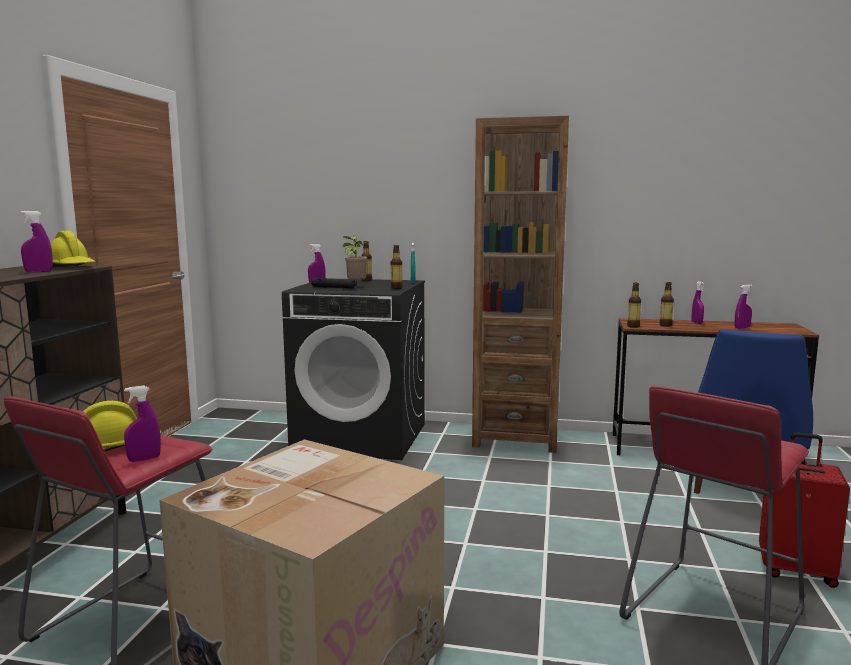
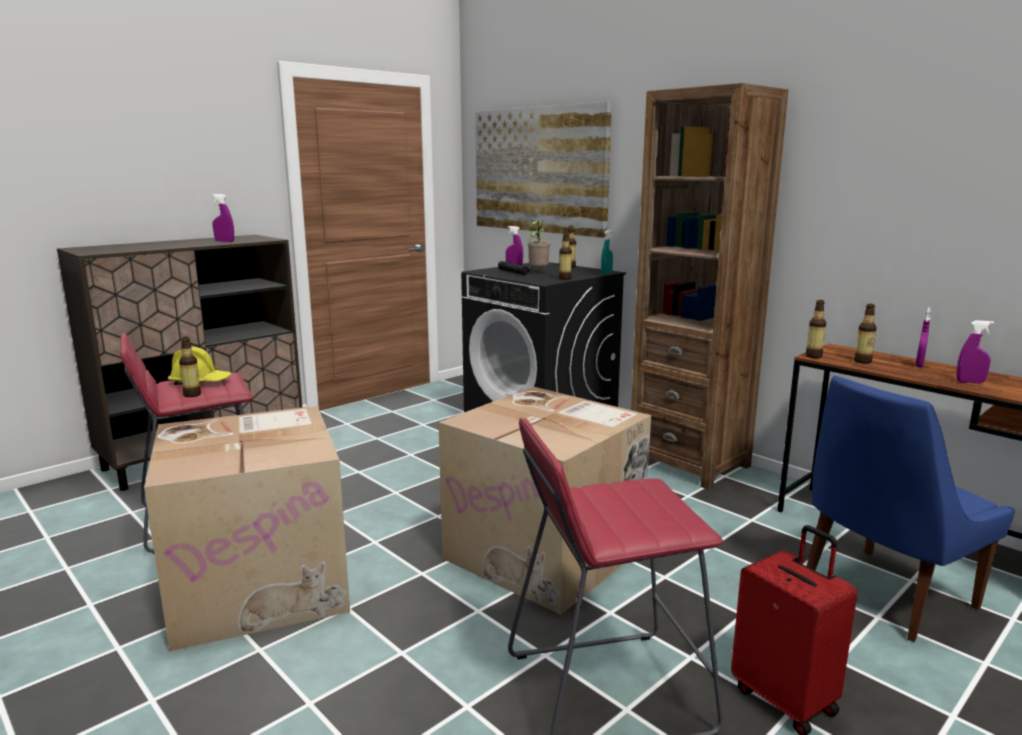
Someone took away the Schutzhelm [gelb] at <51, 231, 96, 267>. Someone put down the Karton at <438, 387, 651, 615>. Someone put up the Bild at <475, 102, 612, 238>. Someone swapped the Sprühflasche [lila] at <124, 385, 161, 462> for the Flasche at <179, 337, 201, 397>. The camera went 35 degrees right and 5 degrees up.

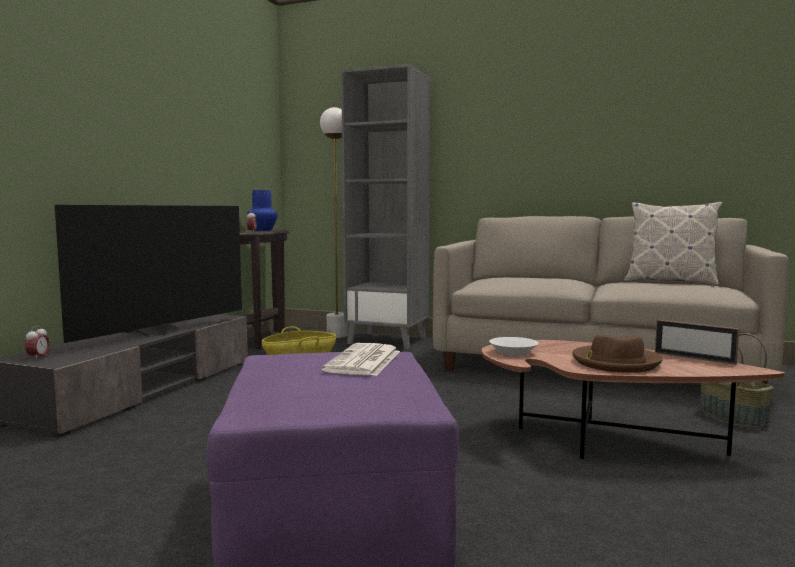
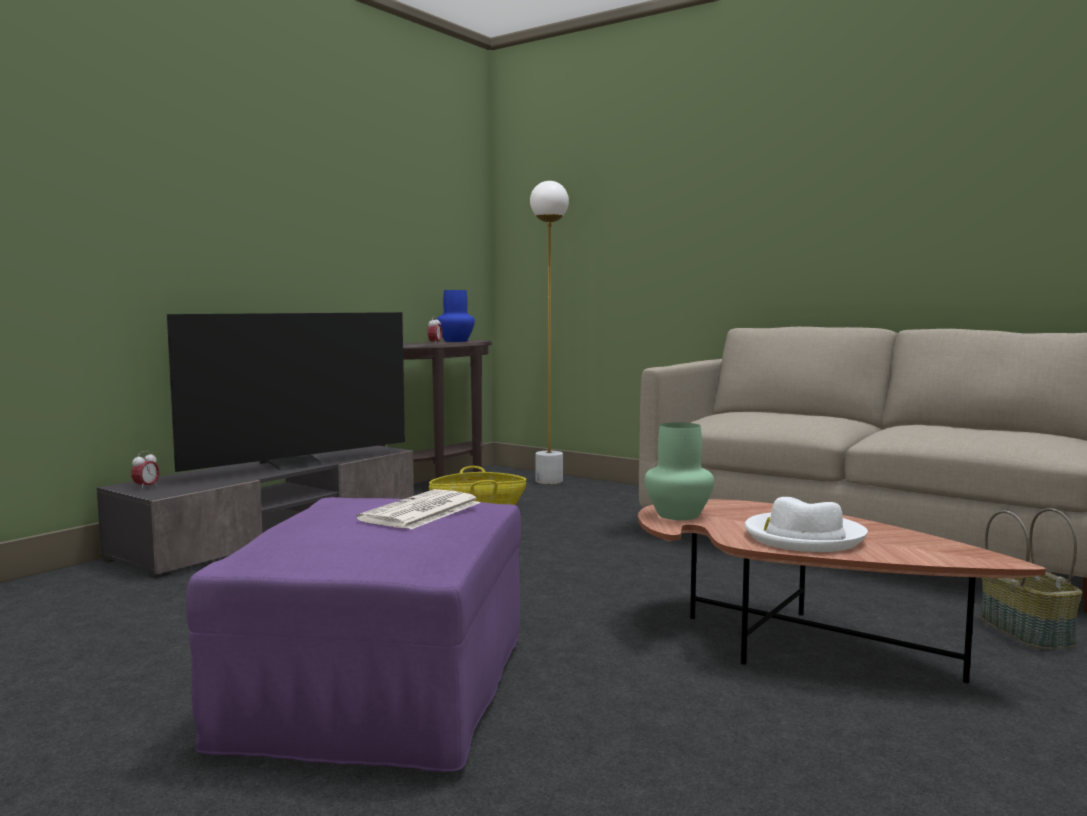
Someone took away the Bücherregal [grau] at <341, 64, 430, 349>. Someone took away the Kissen at <624, 202, 723, 286>. Someone took away the Bilderrahmen at <655, 319, 739, 365>. Someone swapped the Schüssel [weiß] at <489, 337, 538, 356> for the Vase [grün] at <645, 422, 714, 520>. Someone repainted the Hut [braun] at <573, 334, 663, 373>, which became the Hut [weiß] at <745, 497, 868, 552>. The camera went 15 degrees right and 0 degrees up.

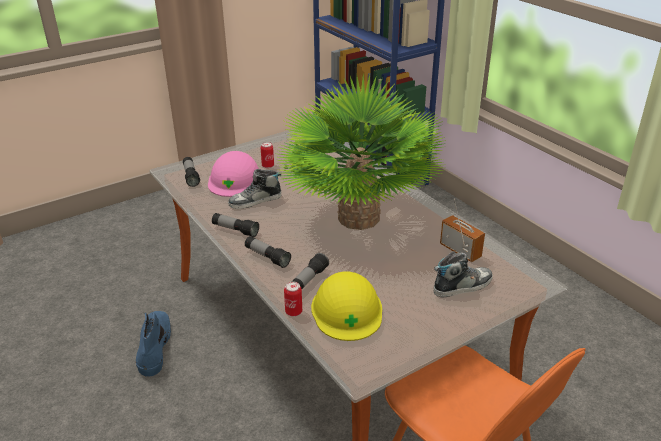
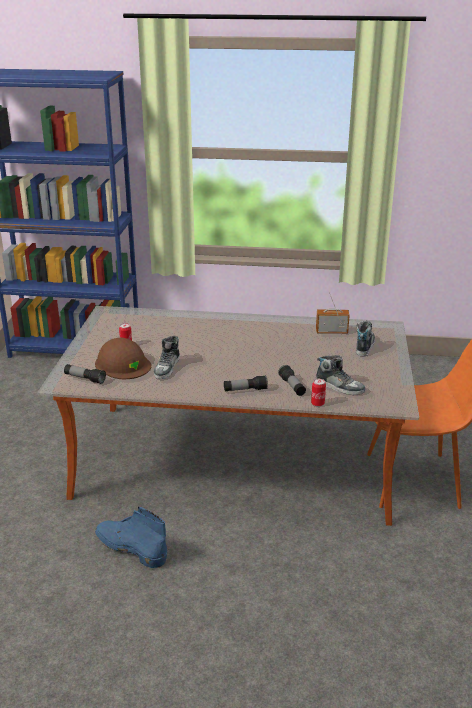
Someone took away the Taschenlampe at <212, 213, 259, 237>. Someone took away the Topfpflanze at <278, 73, 447, 230>. Someone swapped the Schutzhelm [gelb] at <311, 271, 382, 341> for the Schuh at <316, 355, 365, 395>. Someone repainted the Schutzhelm [rosa] at <208, 151, 259, 197>, which became the Schutzhelm [braun] at <95, 338, 151, 379>. The camera went 50 degrees left and 5 degrees down.

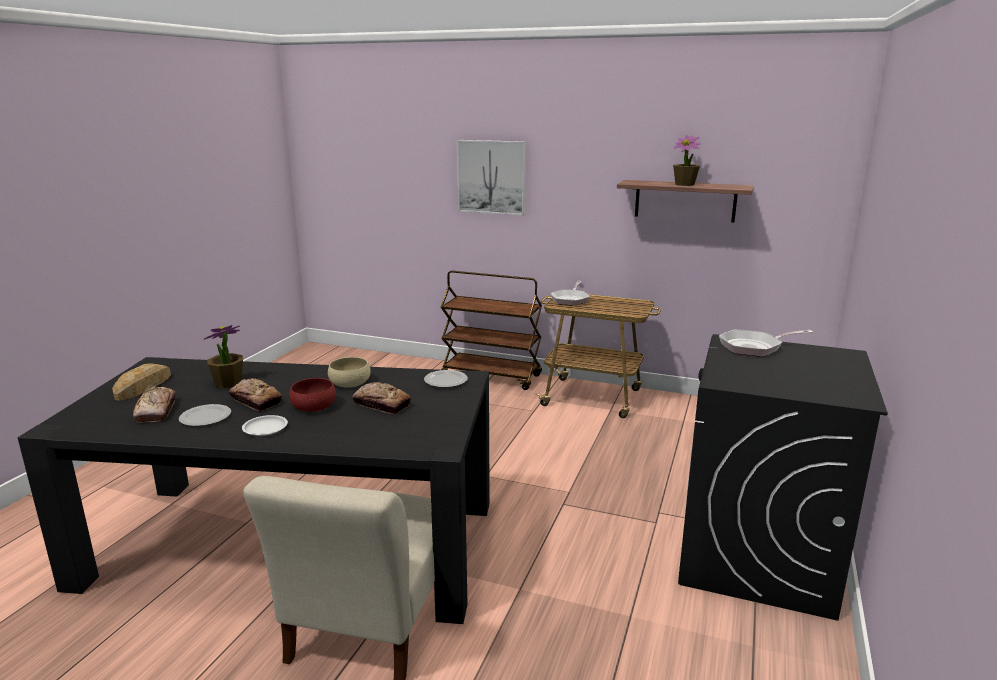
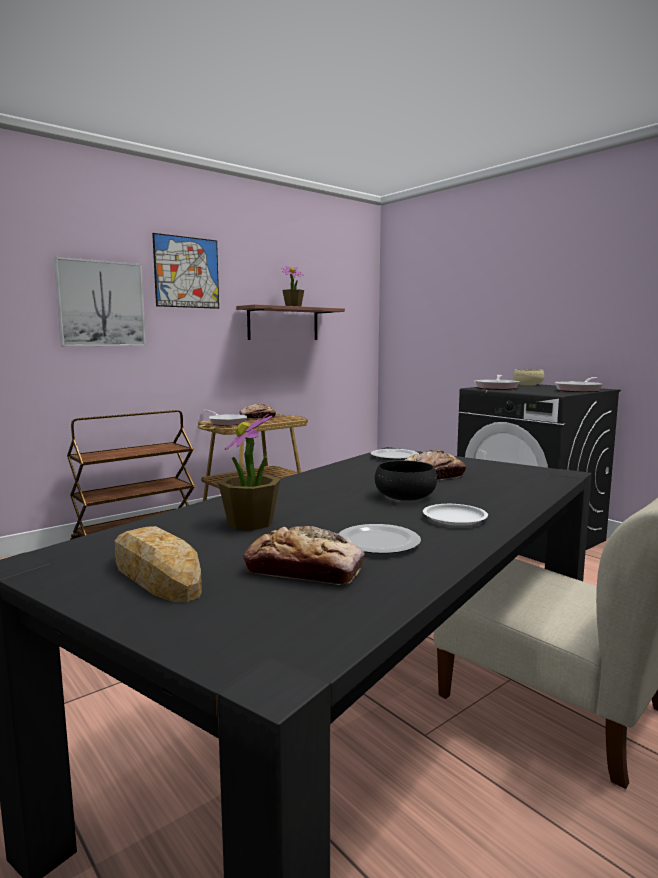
Someone put up the Bild at <152, 233, 219, 309>. Someone put down the Pfanne at <555, 377, 603, 392>. Someone carried the Brot from <229, 379, 282, 411> to <239, 404, 276, 419>. Someone carried the Schüssel [beige] from <328, 357, 371, 388> to <513, 369, 544, 385>. Someone repainted the Schüssel [rot] at <289, 378, 336, 412>, which became the Schüssel [schwarz] at <375, 460, 437, 501>. The camera went 60 degrees left and 10 degrees down.

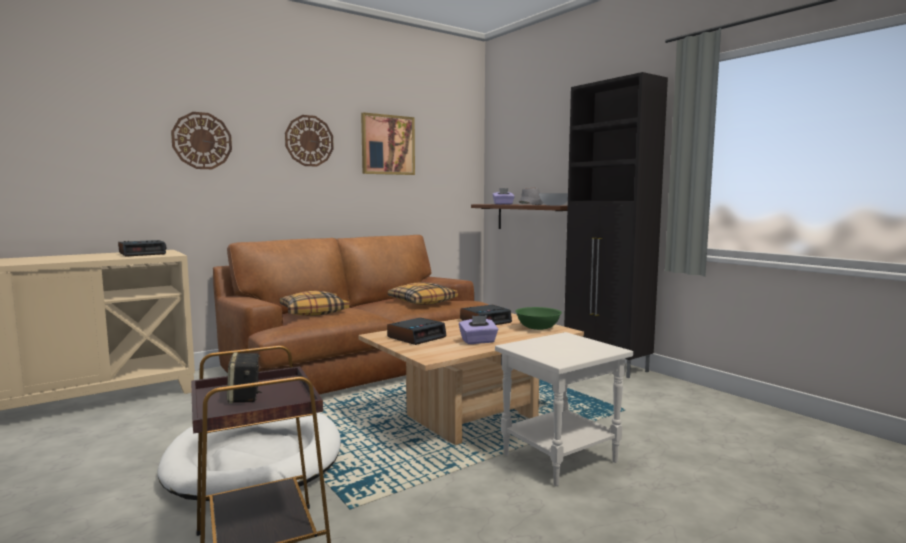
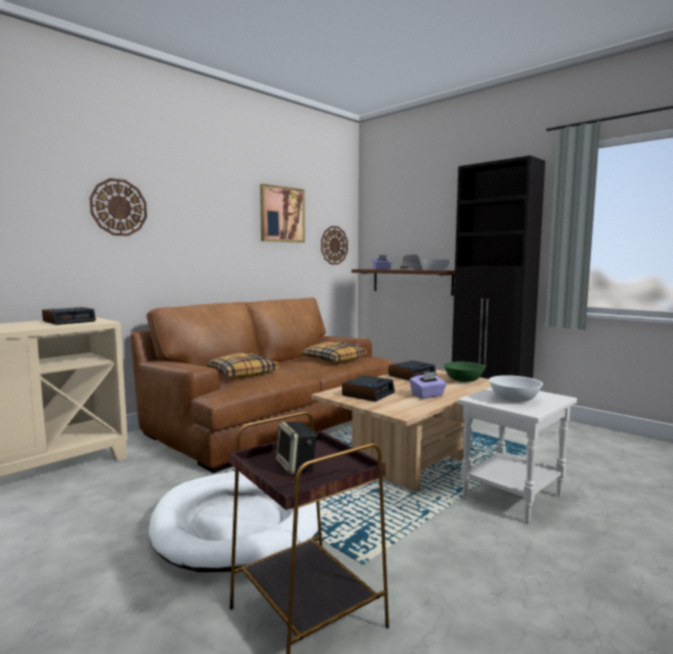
Someone put down the Schüssel [weiß] at <489, 375, 543, 402>. Someone carried the Wanduhr from <285, 115, 334, 167> to <321, 226, 348, 265>. The camera went 10 degrees left and 0 degrees up.

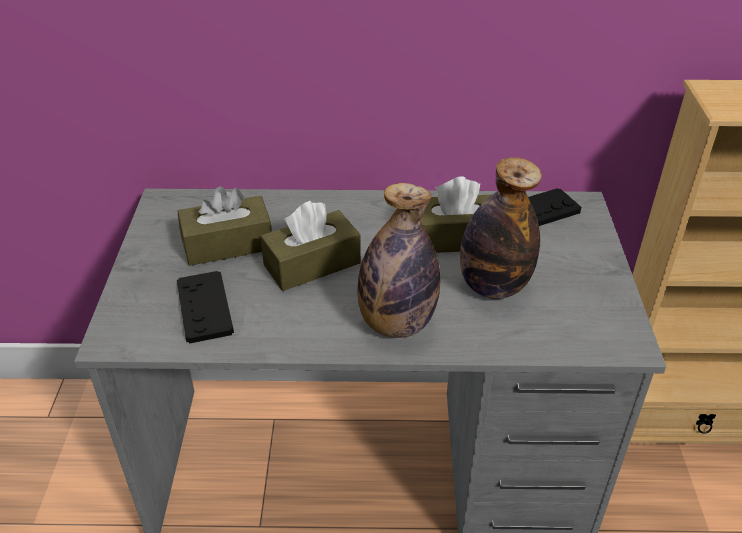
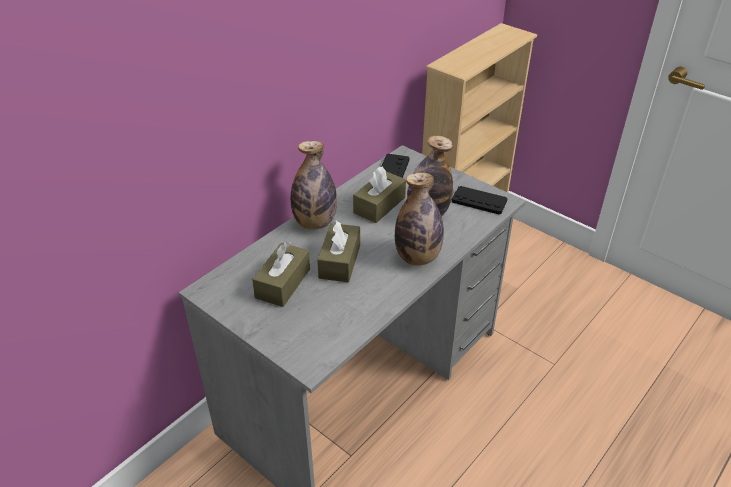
Someone put down the Flasche at <291, 141, 337, 230>. Someone carried the Gamepad [schwarz] from <177, 271, 234, 344> to <451, 186, 508, 214>. The camera went 50 degrees left and 0 degrees up.

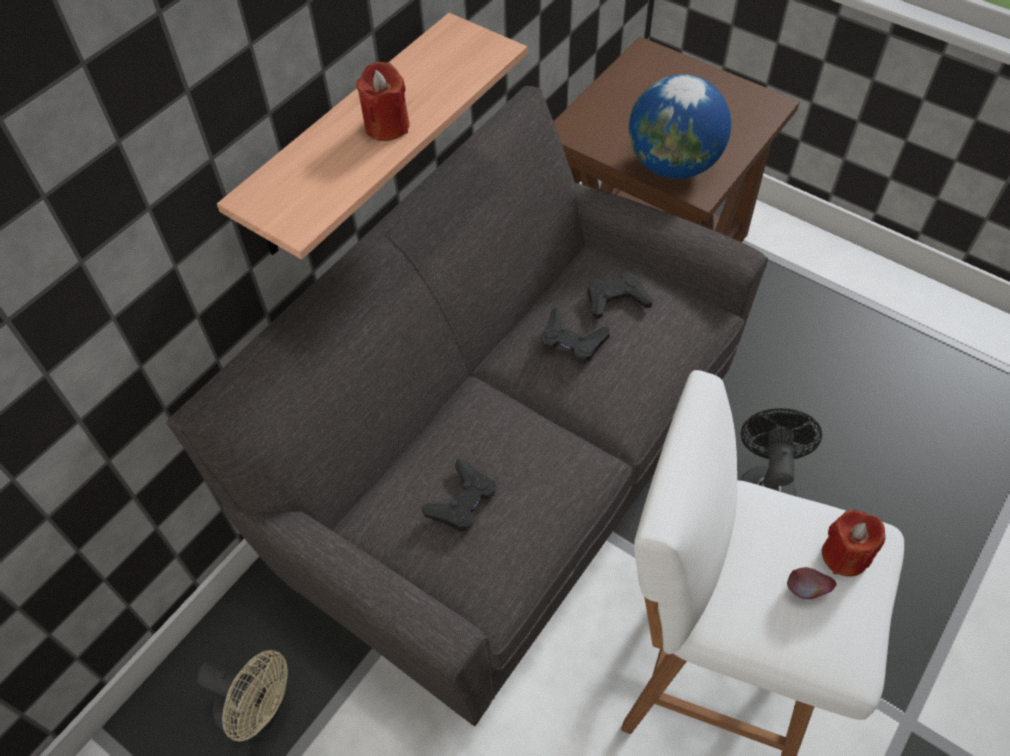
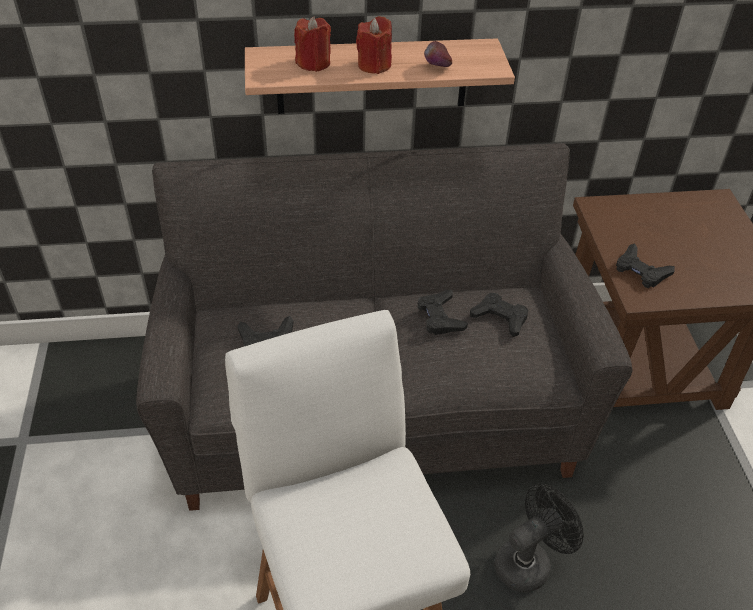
Someone took away the Ventilator [beige] at <197, 650, 288, 741>. Someone carried the Apfel from <787, 567, 836, 599> to <424, 41, 452, 67>. Someone carried the Kerze [rot] from <822, 510, 886, 577> to <294, 16, 331, 72>. Someone swapped the Globus at <629, 74, 731, 179> for the Gamepad [schwarz] at <616, 243, 675, 288>. The camera went 45 degrees right and 10 degrees down.

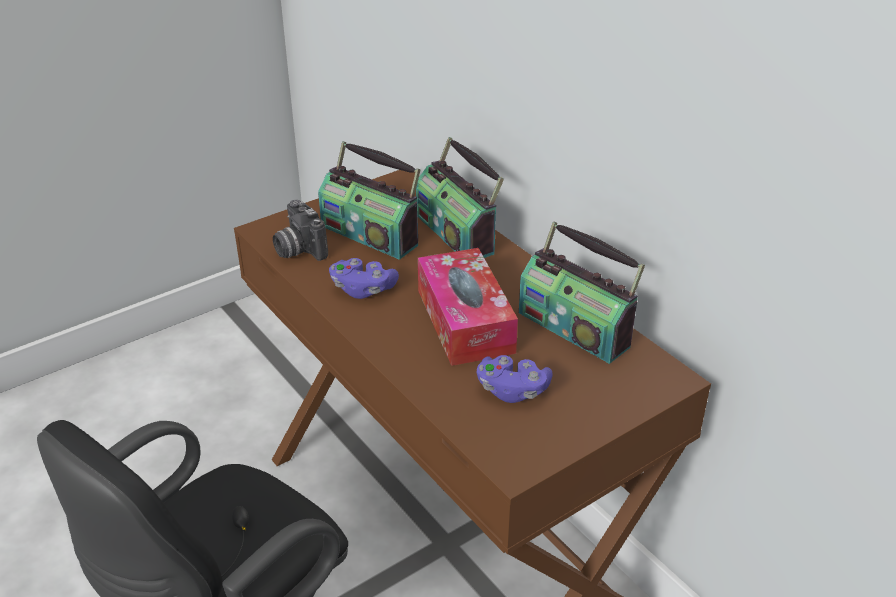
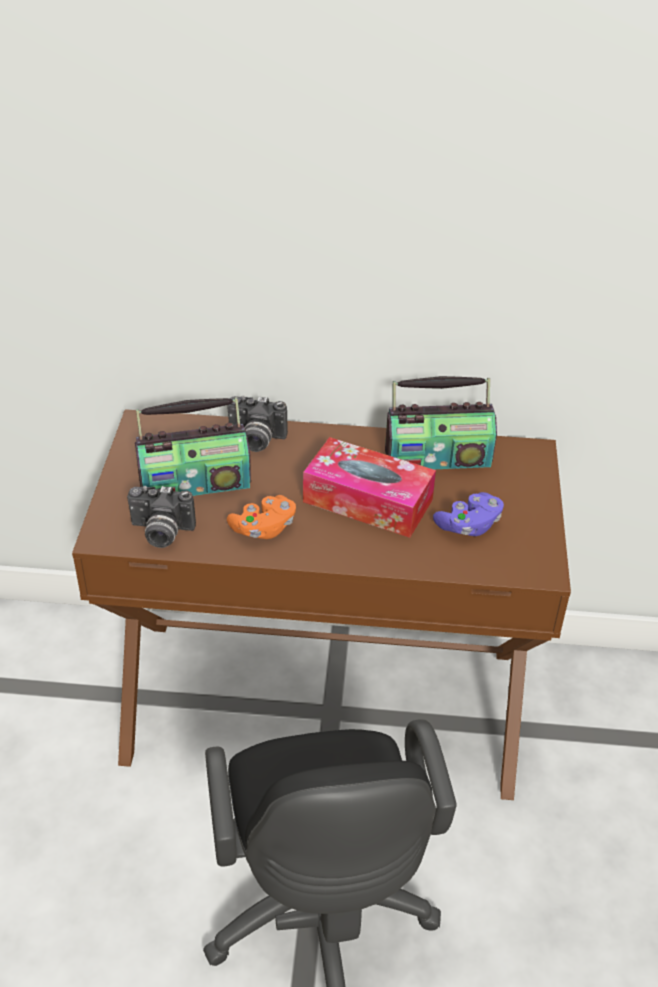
Someone swapped the Radio at <416, 137, 504, 258> for the Kamera at <227, 395, 288, 452>. Someone repainted the Gamepad [lila] at <329, 258, 399, 299>, which became the Gamepad [orange] at <227, 495, 296, 539>. The camera went 50 degrees left and 5 degrees up.

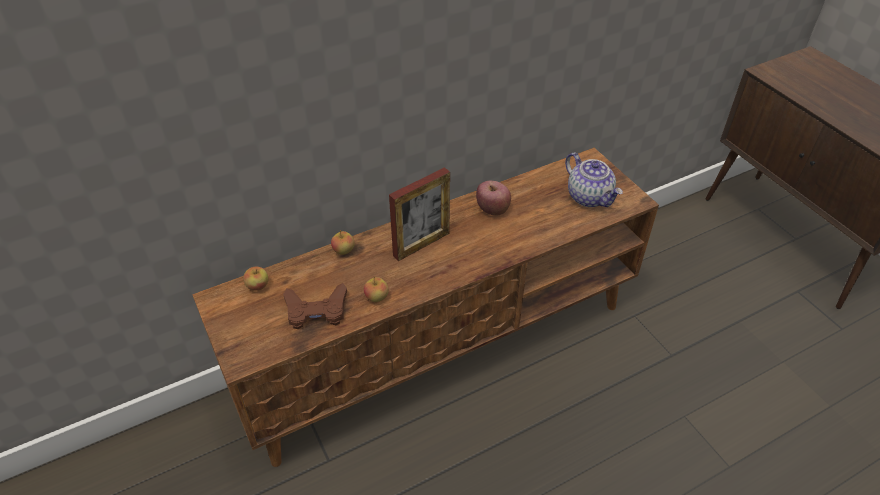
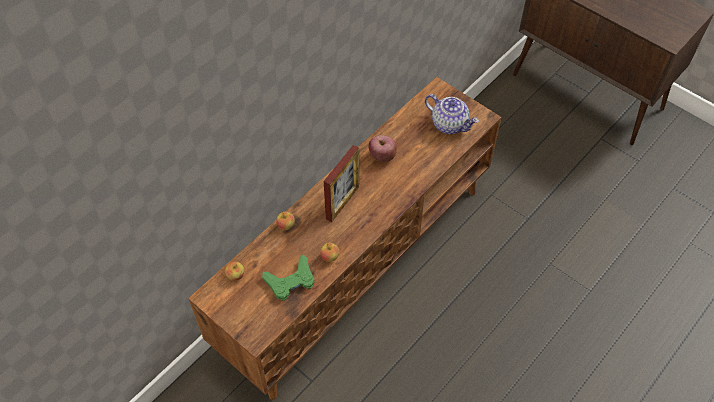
Someone repainted the Gamepad [braun] at <283, 283, 347, 329>, which became the Gamepad [grün] at <262, 254, 315, 301>. The camera went 20 degrees left and 10 degrees up.

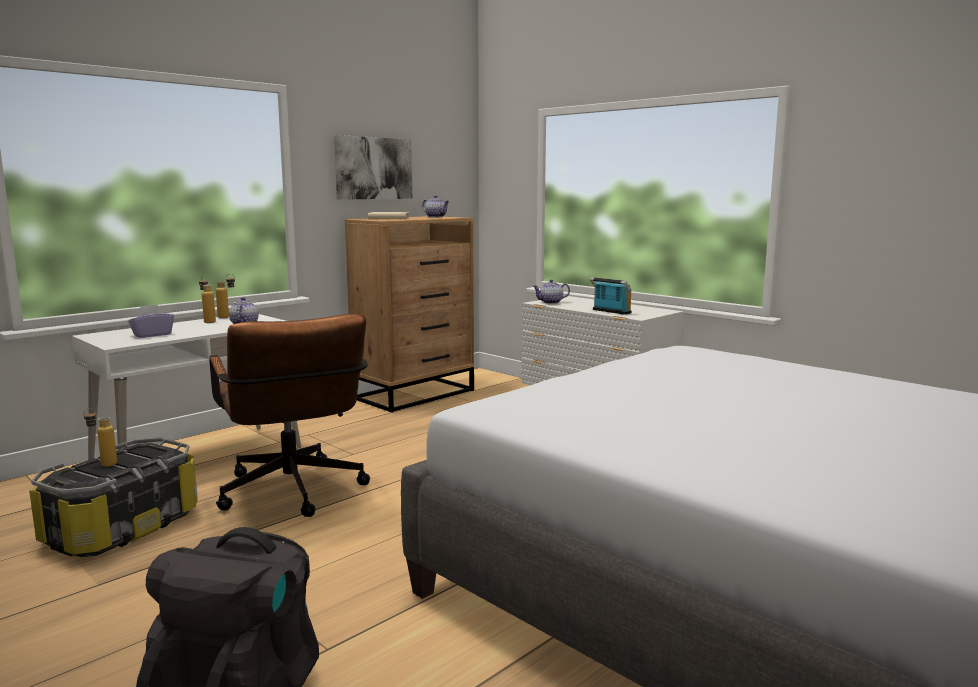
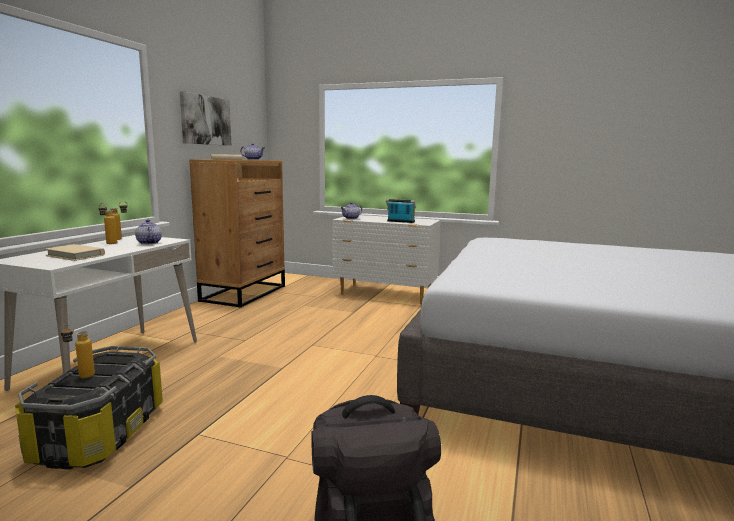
Someone took away the Bürostuhl [braun] at <209, 314, 370, 517>. Someone swapped the Taschentuchbox [lila] at <128, 304, 174, 338> for the Buch [beige] at <45, 244, 105, 261>. The camera went 25 degrees left and 0 degrees up.

